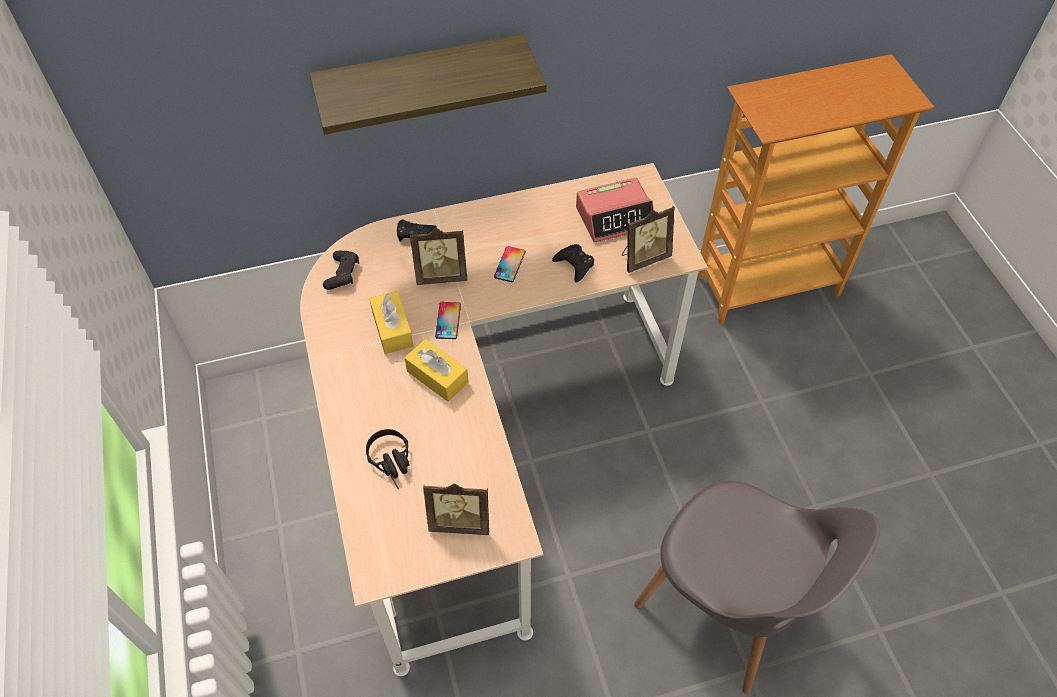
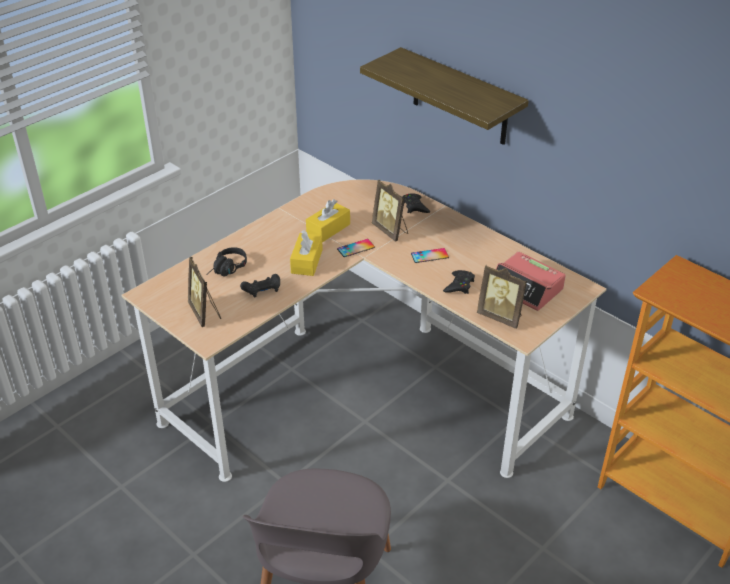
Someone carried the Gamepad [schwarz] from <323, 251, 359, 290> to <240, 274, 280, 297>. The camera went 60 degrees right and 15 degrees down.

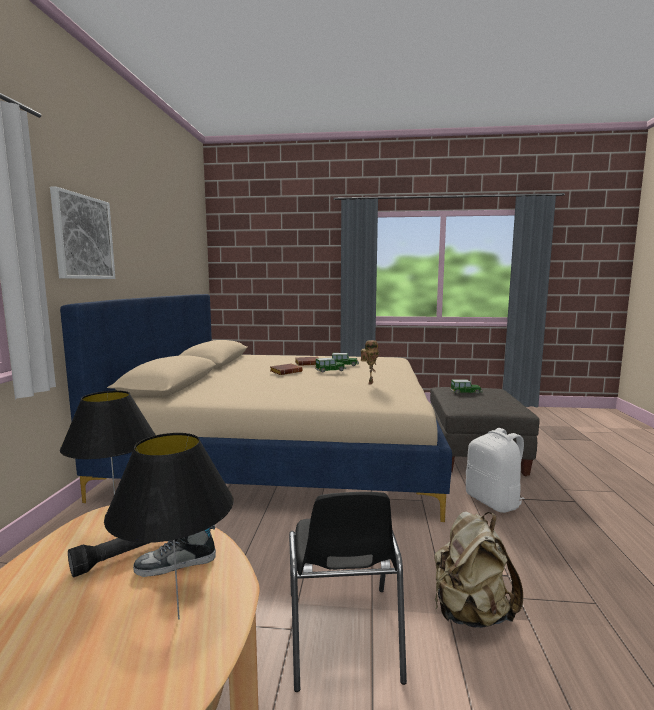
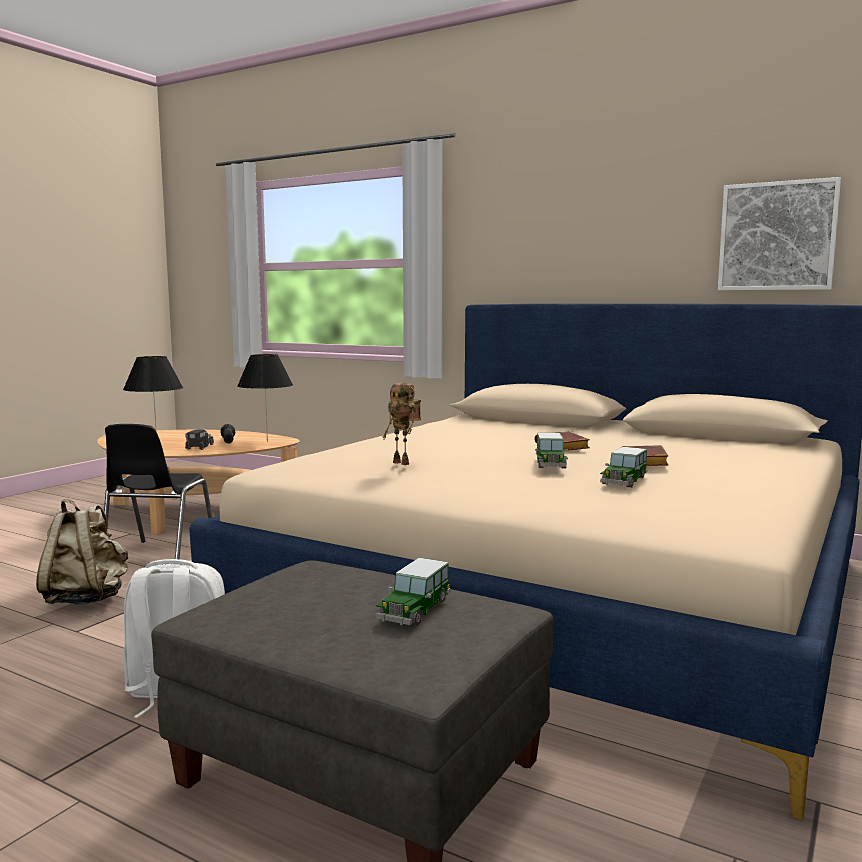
Someone carried the Bild from <50, 186, 115, 279> to <718, 177, 841, 290>. Someone swapped the Schuh at <133, 525, 216, 577> for the Spielzeuglaster at <185, 429, 214, 450>. Someone rotated the Stuhl [schwarz] at <289, 492, 407, 692> by 105 degrees counterclockwise. The camera went 115 degrees right and 0 degrees up.

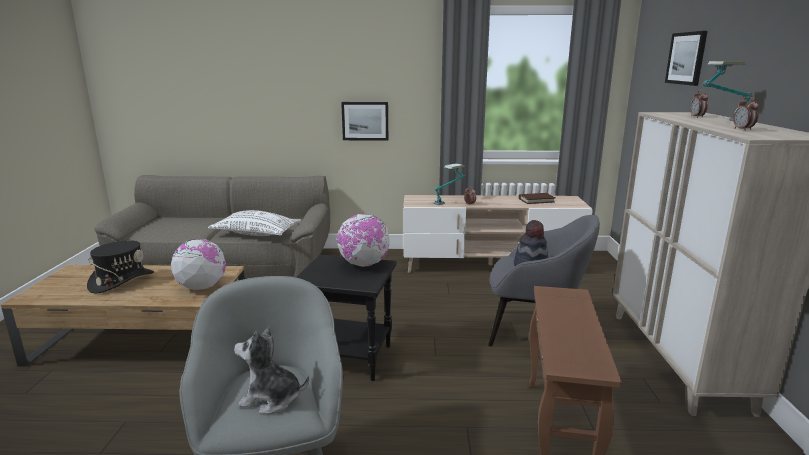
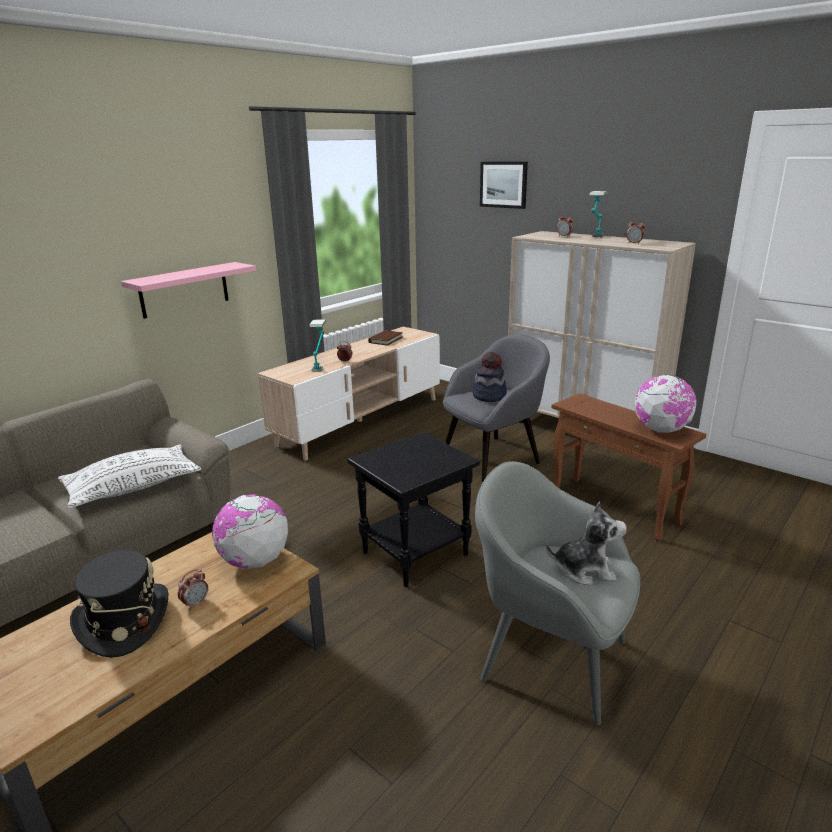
Someone put down the Wecker at <178, 569, 208, 610>. Someone carried the Globus from <337, 214, 390, 267> to <635, 375, 697, 433>. Someone swapped the Bild at <341, 102, 388, 141> for the Wandregal [rosa] at <121, 262, 256, 319>. Someone rotated the Plüschtier at <234, 326, 309, 414> by 135 degrees counterclockwise. The camera went 50 degrees left and 5 degrees up.

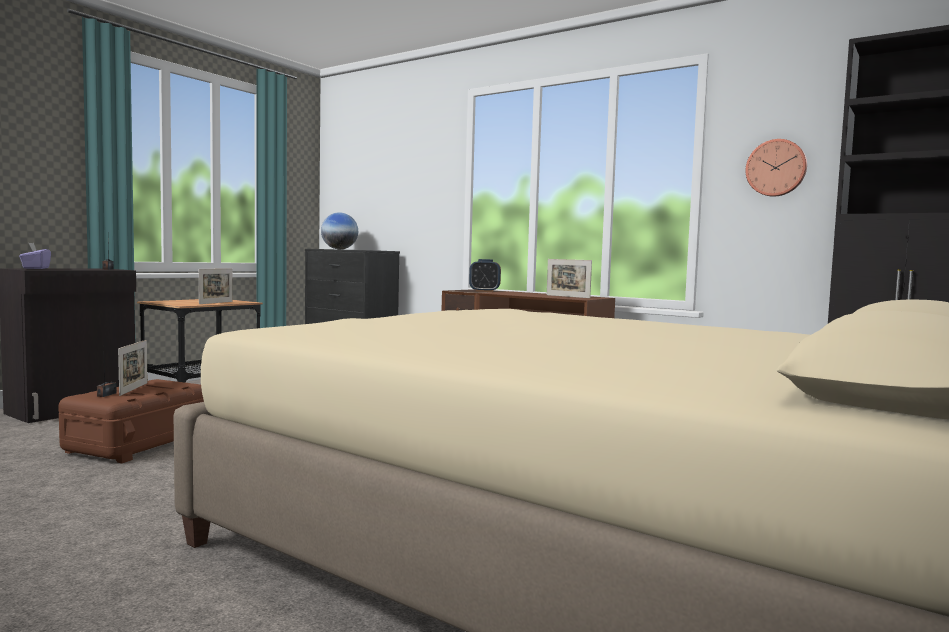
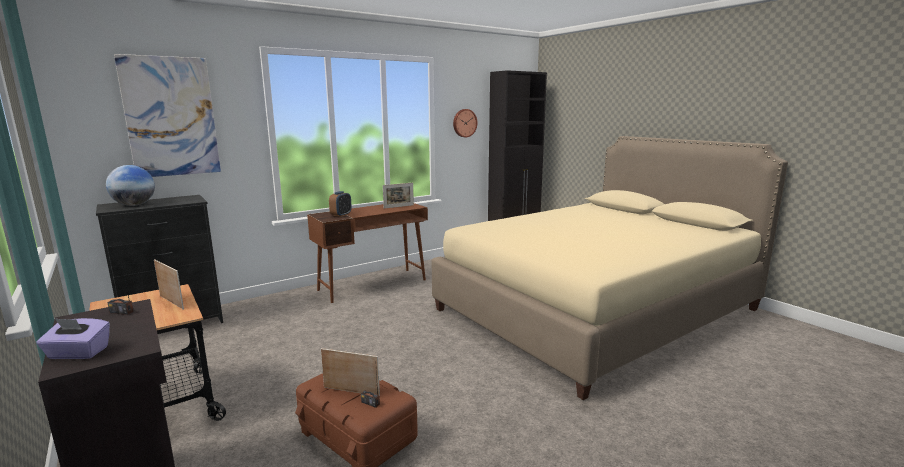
Someone put up the Bild at <114, 54, 221, 177>. The camera went 70 degrees left and 10 degrees up.

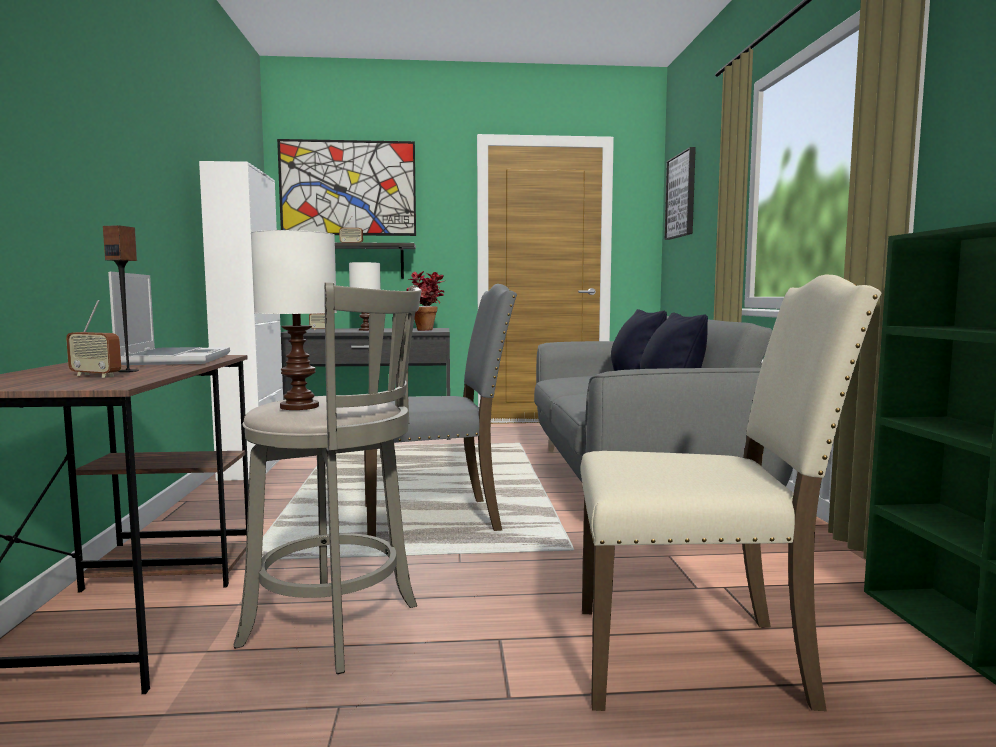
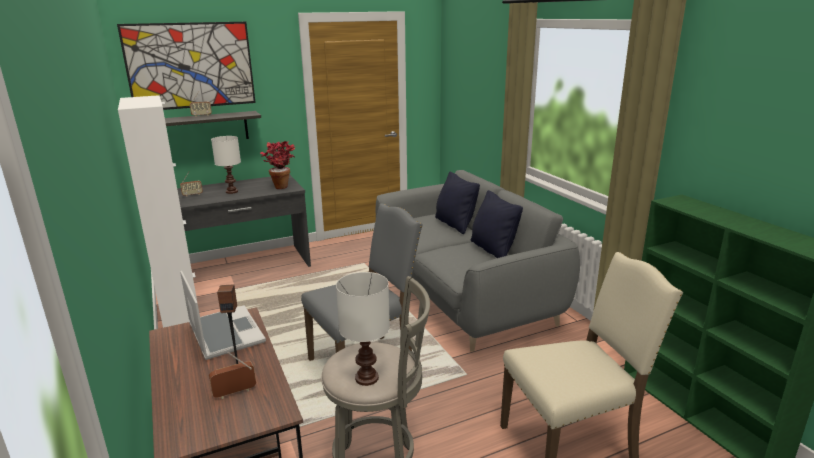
Someone took away the Bild at <664, 147, 696, 240>. Someone rotated the Radio at <66, 300, 121, 378> by 150 degrees clockwise. The camera went 20 degrees left and 15 degrees up.

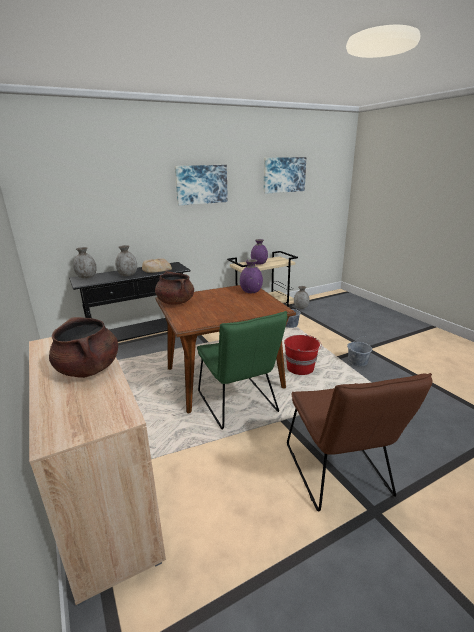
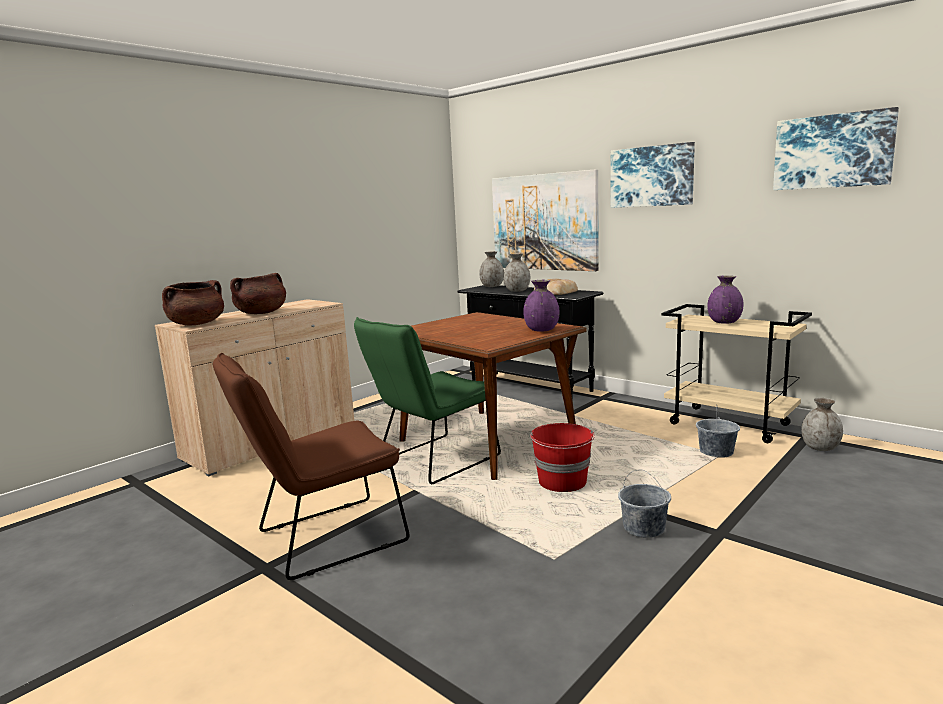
Someone put up the Bild at <492, 169, 599, 271>. Someone carried the Kochtopf [braun] from <155, 271, 194, 305> to <162, 280, 224, 325>. The camera went 70 degrees right and 10 degrees down.

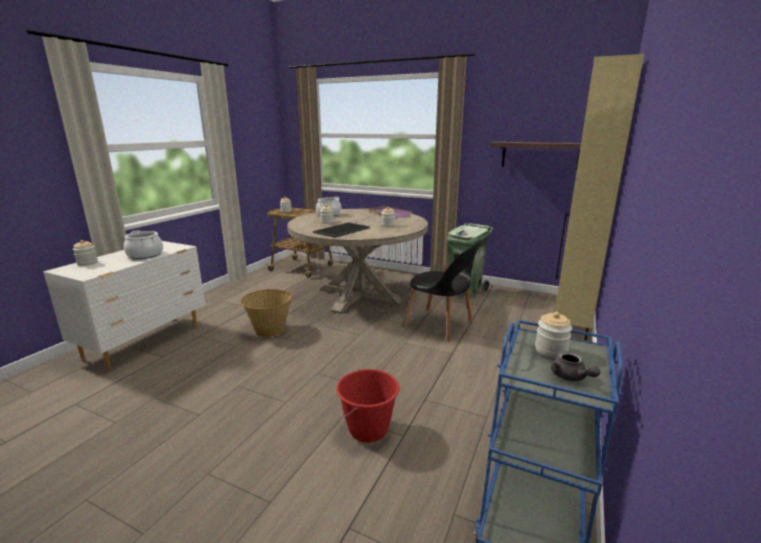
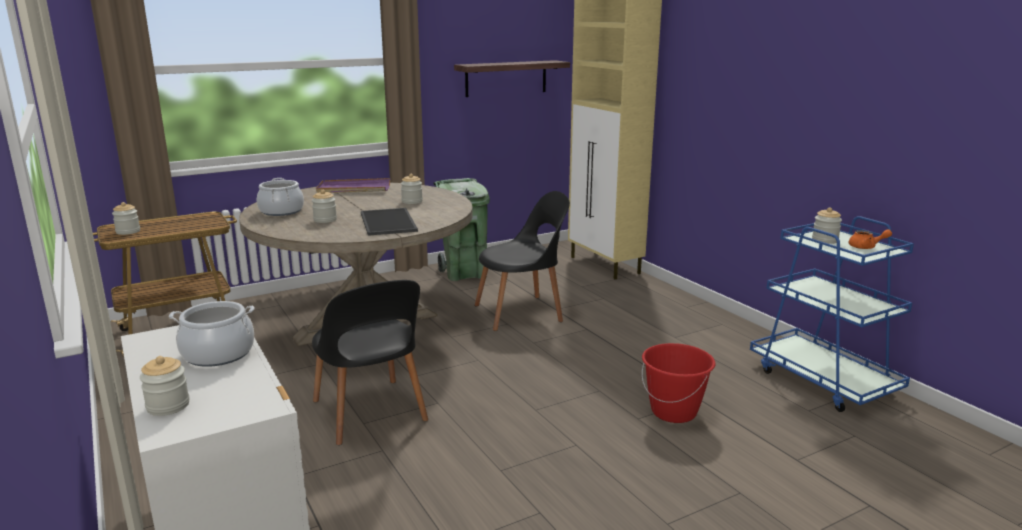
Someone swapped the Korb at <240, 289, 292, 337> for the Stuhl [schwarz] at <312, 280, 428, 445>. Someone repainted the Teekanne [grau] at <551, 351, 600, 381>, which became the Teekanne [orange] at <849, 229, 892, 249>. The camera went 55 degrees left and 0 degrees up.

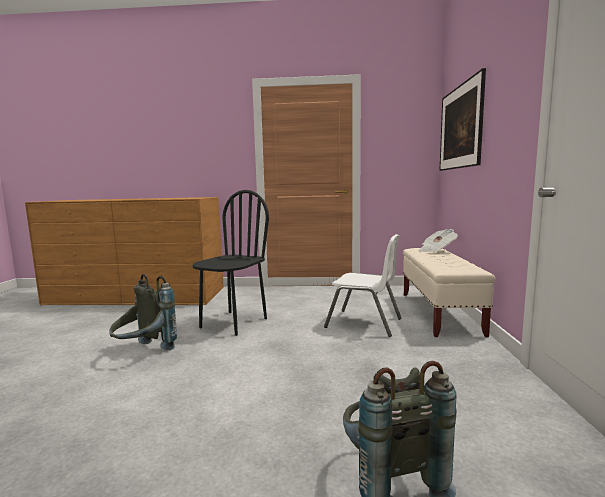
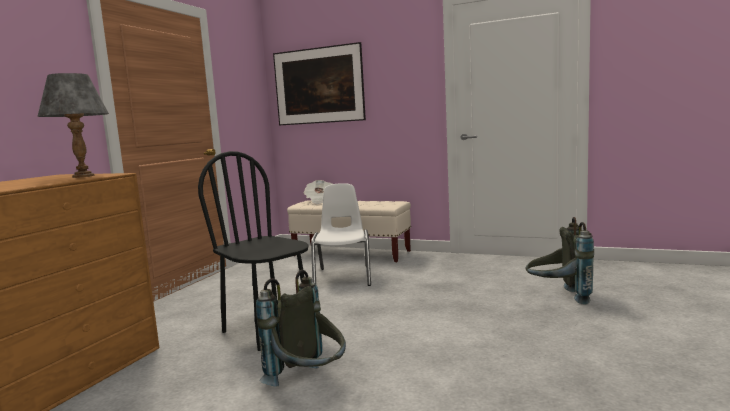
Someone put down the Tischlampe [grau] at <37, 73, 109, 178>. Someone rotated the Stuhl [weiß] at <324, 234, 402, 337> by 45 degrees counterclockwise. The camera went 70 degrees left and 0 degrees up.

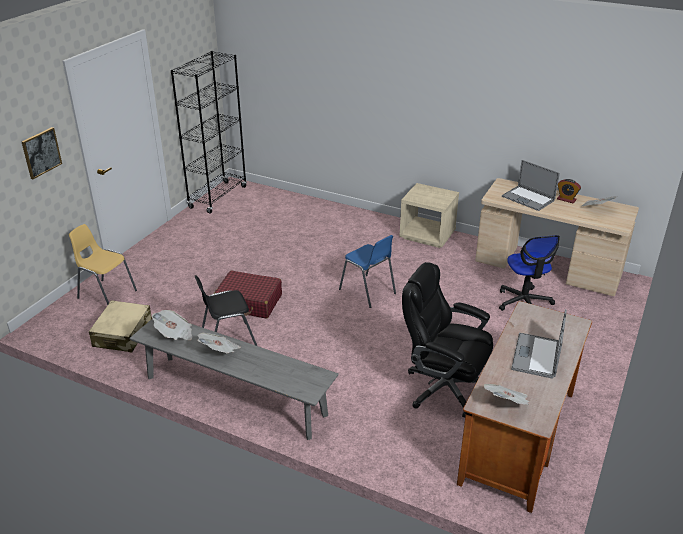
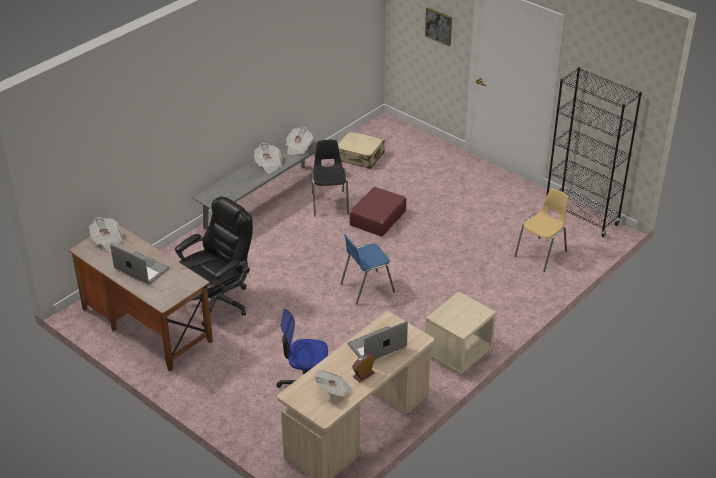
Someone carried the Stuhl [gelb] from <69, 224, 137, 305> to <515, 188, 568, 272>. The camera went 105 degrees right and 5 degrees up.

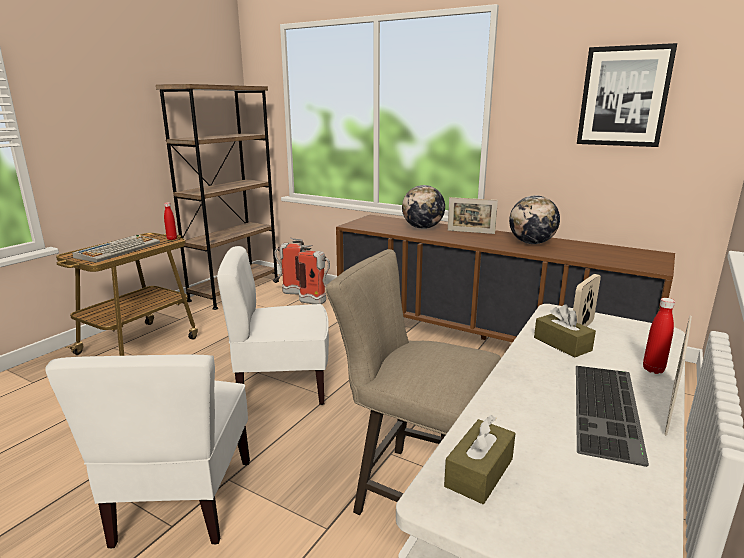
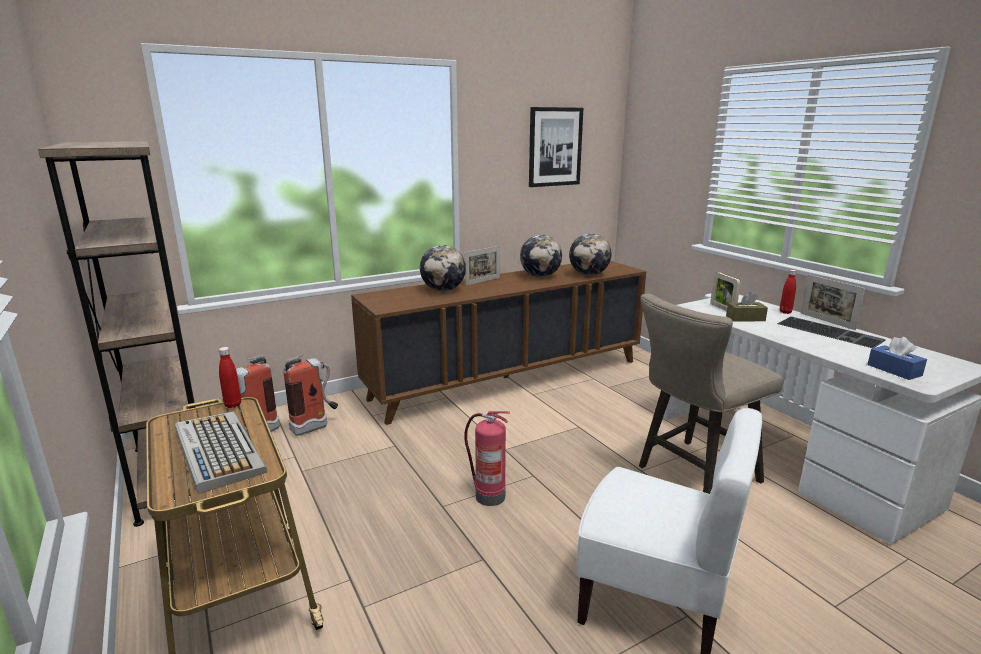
Someone put down the Globus at <569, 233, 611, 276>. Someone swapped the Stuhl [weiß] at <217, 246, 329, 405> for the Feuerlöscher at <464, 411, 510, 506>. Someone repainted the Taschentuchbox [braun] at <444, 415, 516, 504>, which became the Taschentuchbox [blau] at <867, 337, 927, 380>. The camera went 60 degrees left and 0 degrees up.

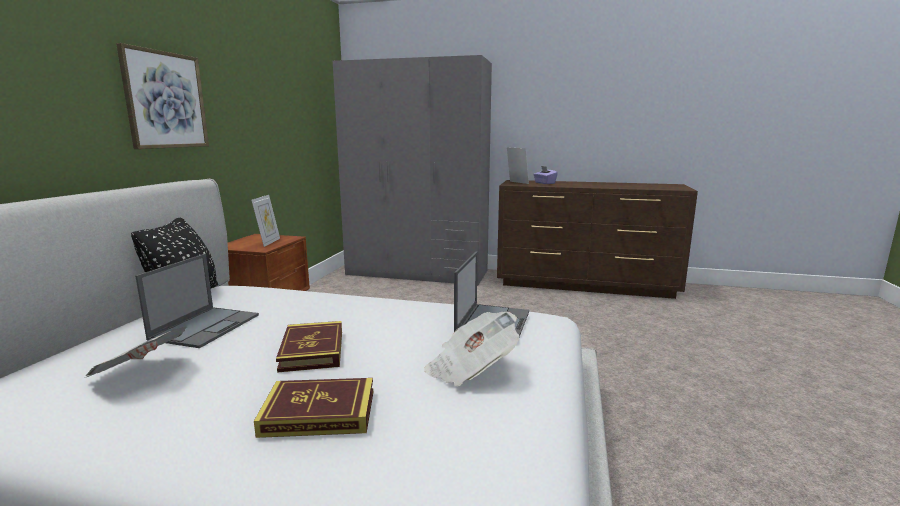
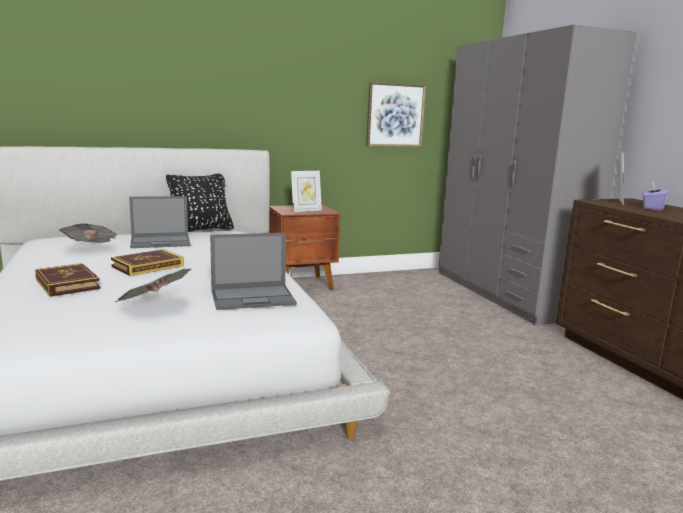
Someone carried the Bild from <116, 43, 209, 149> to <366, 82, 426, 147>. The camera went 55 degrees right and 0 degrees up.

